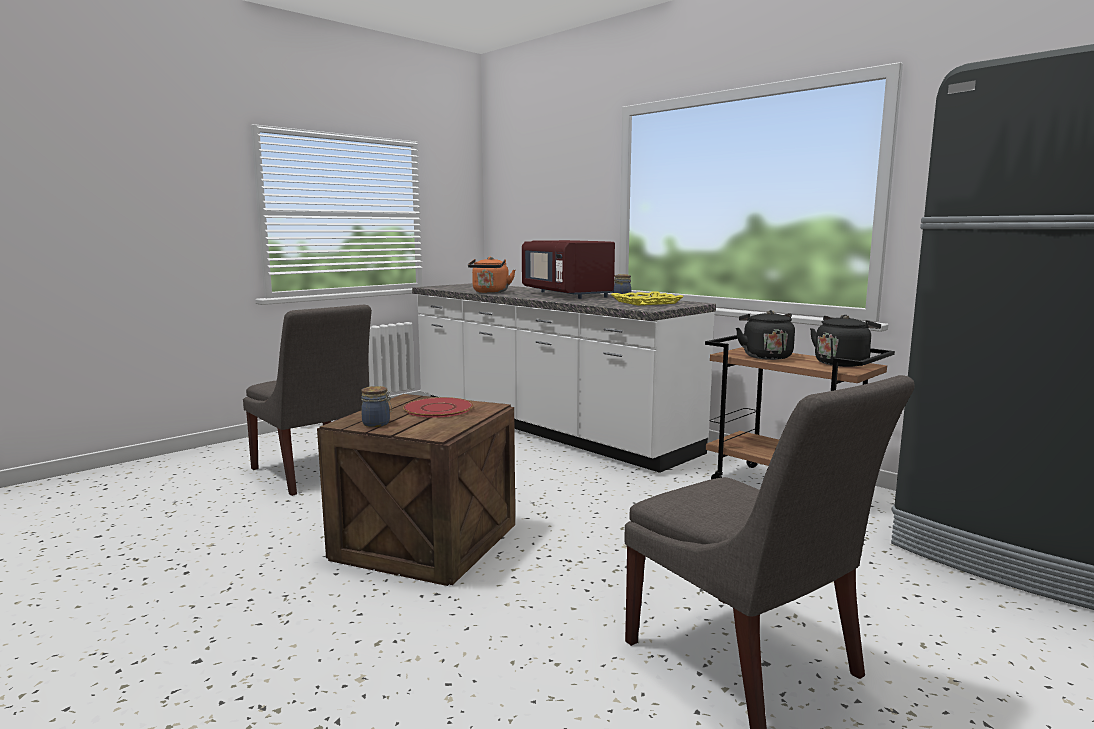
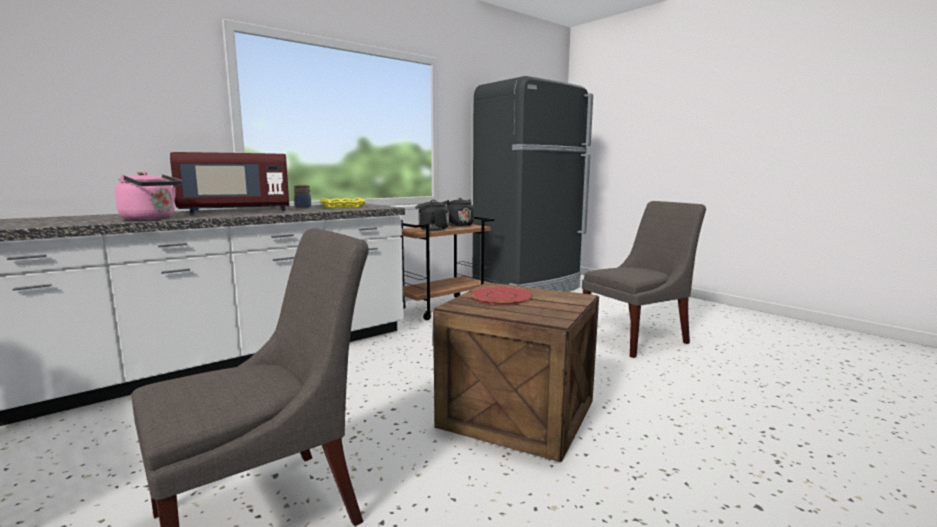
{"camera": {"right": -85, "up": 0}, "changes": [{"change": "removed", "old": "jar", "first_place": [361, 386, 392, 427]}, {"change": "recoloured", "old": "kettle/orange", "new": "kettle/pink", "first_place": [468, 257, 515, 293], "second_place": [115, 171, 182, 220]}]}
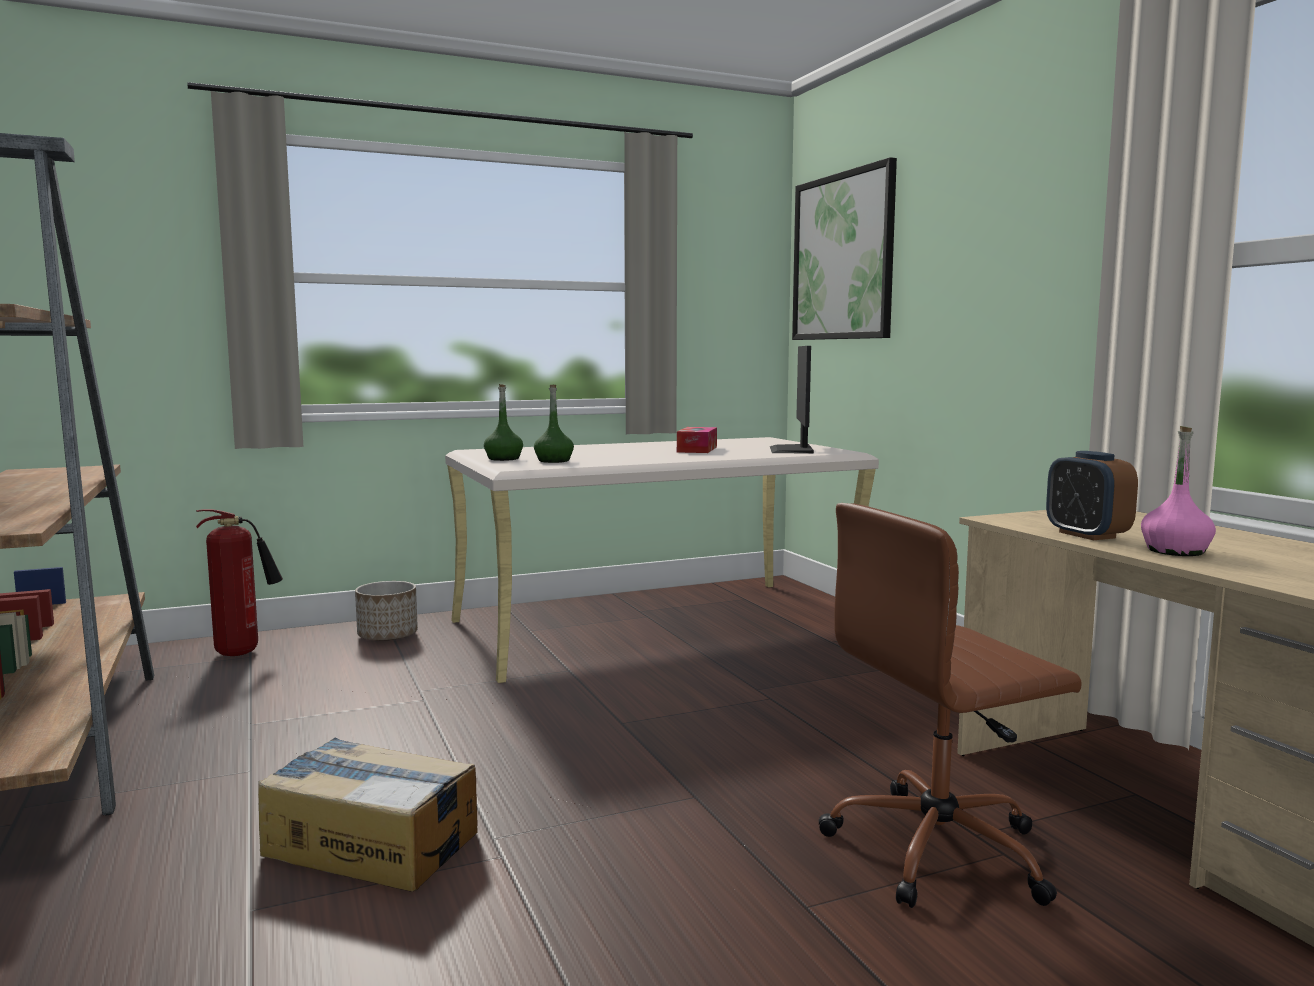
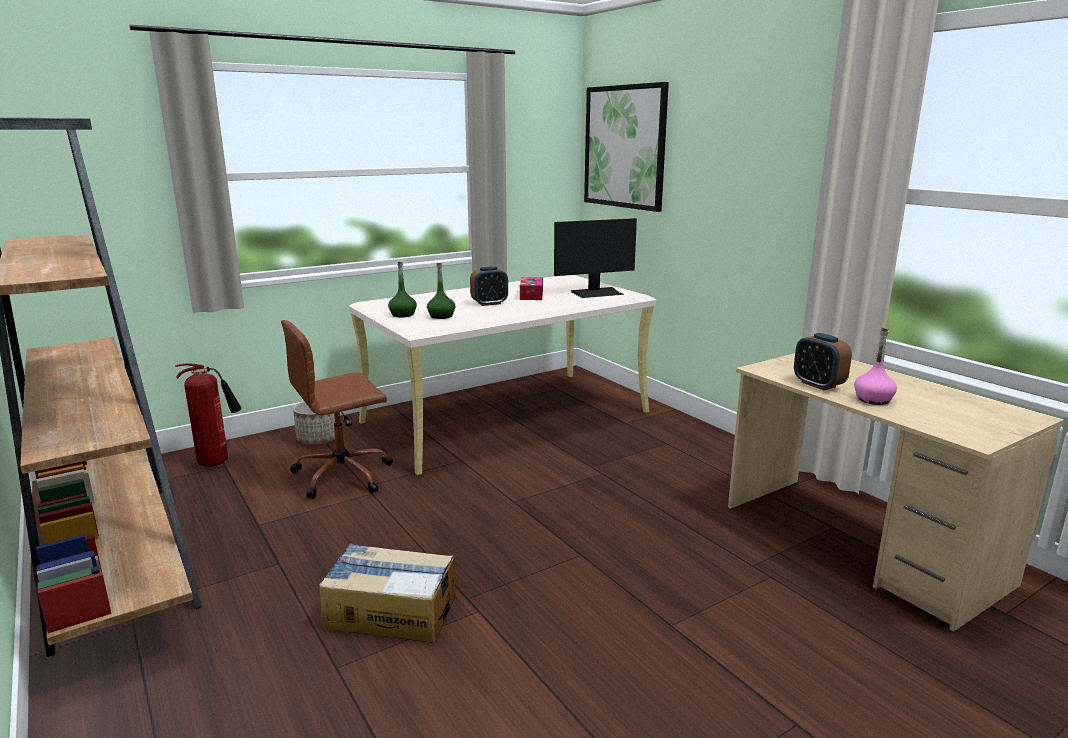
{"camera": {"right": -10, "up": 10}, "changes": [{"change": "turned", "old": "monitor", "first_place": [770, 346, 814, 454], "second_place": [554, 218, 637, 298], "degrees": -105}, {"change": "moved", "old": "office chair/brown", "first_place": [819, 503, 1082, 908], "second_place": [281, 320, 393, 499]}, {"change": "added", "new": "alarm clock", "second_place": [470, 266, 508, 306]}]}
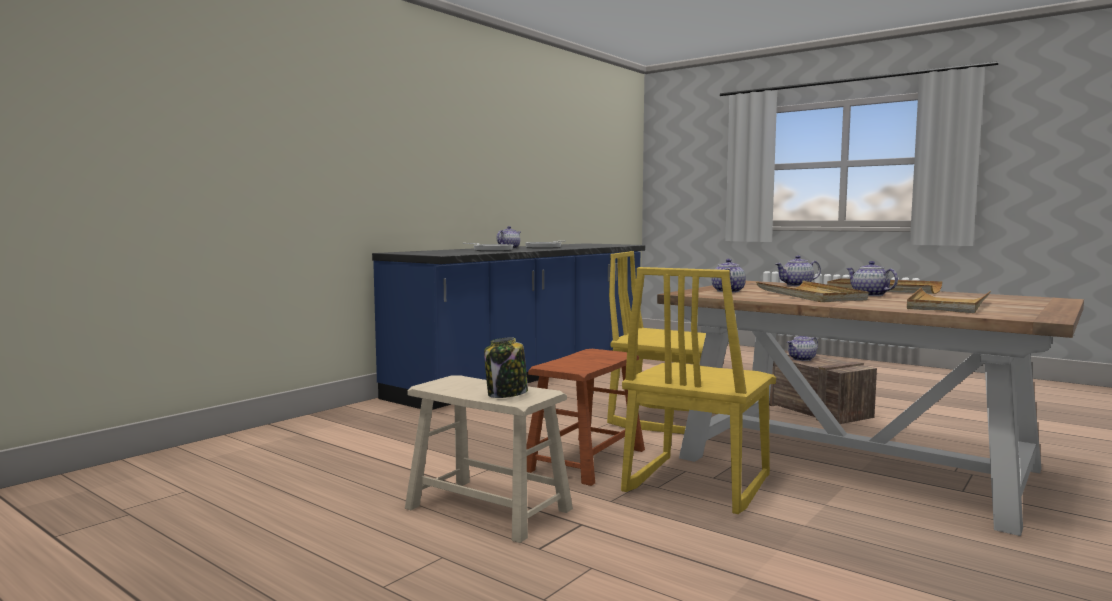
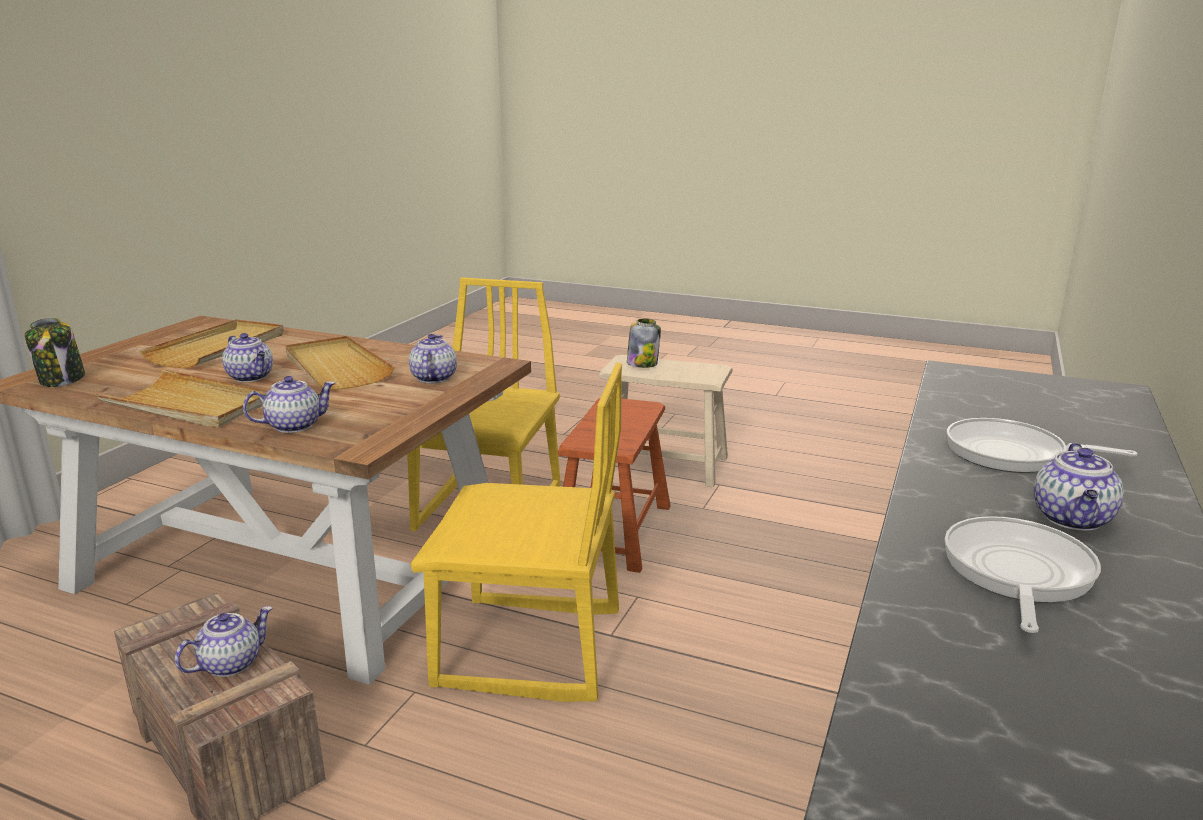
{"camera": {"right": 165, "up": 15}, "changes": [{"change": "added", "new": "jar", "second_place": [25, 318, 85, 387]}]}
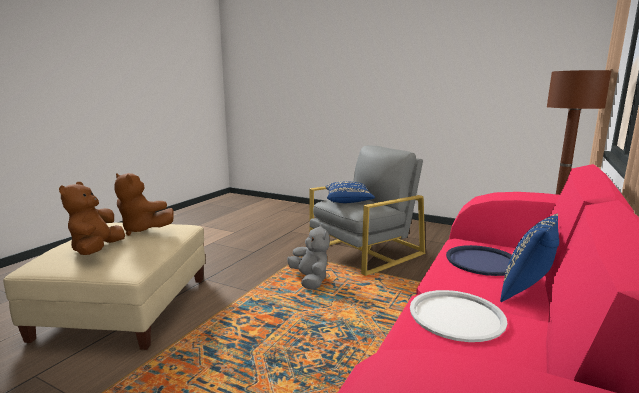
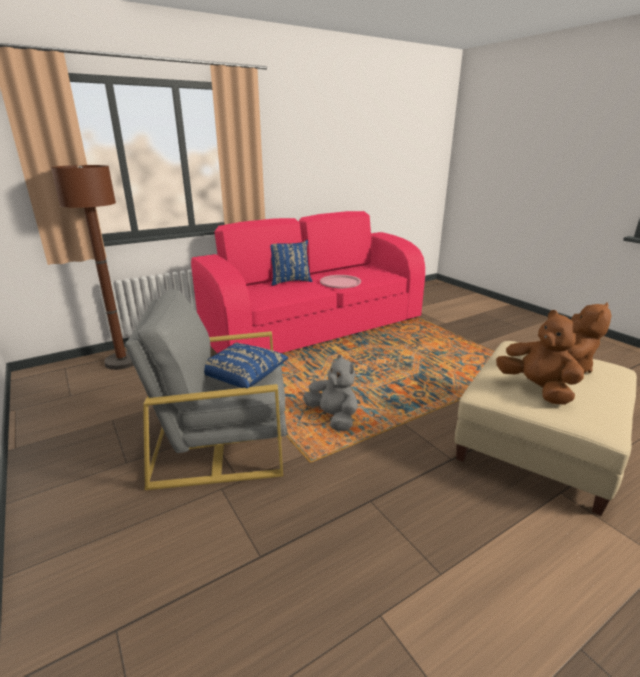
{"camera": {"right": -150, "up": 10}, "changes": [{"change": "turned", "old": "plush toy/grey", "first_place": [287, 224, 330, 290], "second_place": [303, 354, 358, 431], "degrees": 135}, {"change": "recoloured", "old": "tray/white", "new": "tray/pink", "first_place": [410, 290, 508, 342], "second_place": [320, 275, 361, 288]}, {"change": "removed", "old": "tray/blue", "first_place": [446, 245, 512, 276]}]}
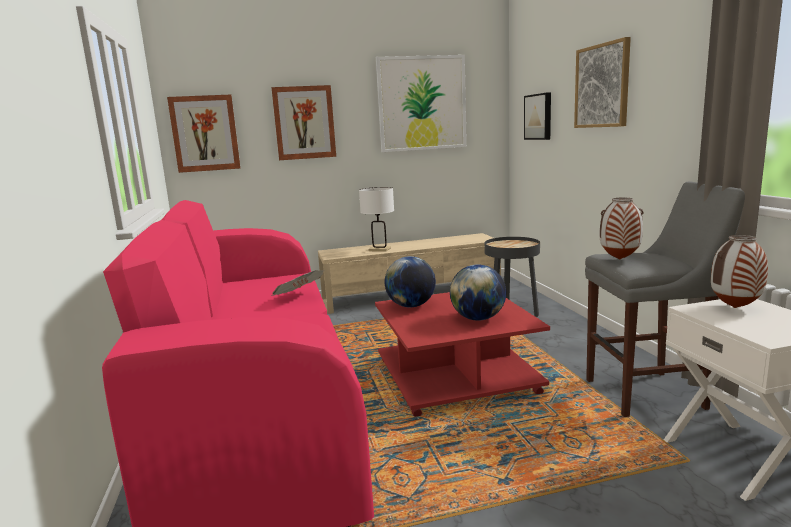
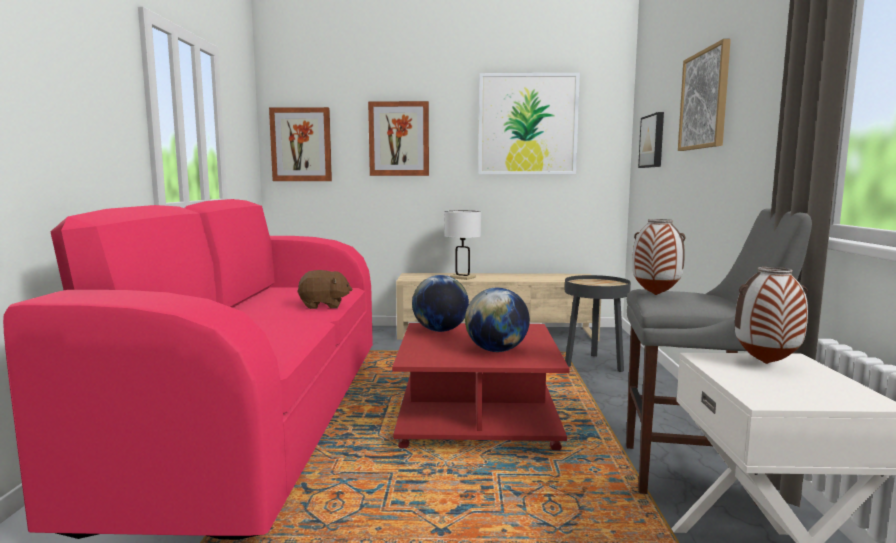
{"camera": {"right": 15, "up": -5}, "changes": [{"change": "replaced", "old": "newspaper", "new": "plush toy/brown", "first_place": [271, 270, 324, 296], "second_place": [297, 270, 353, 309]}]}
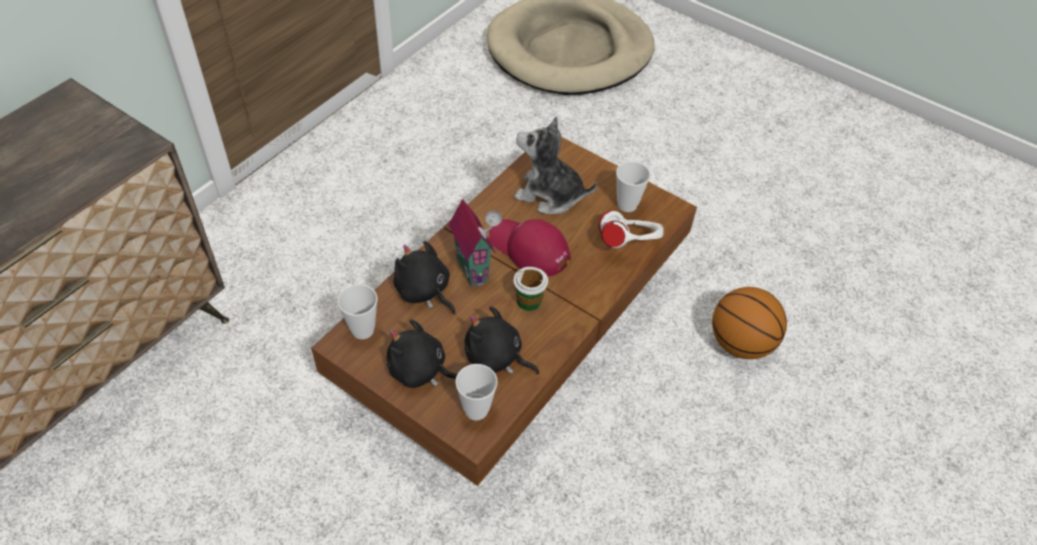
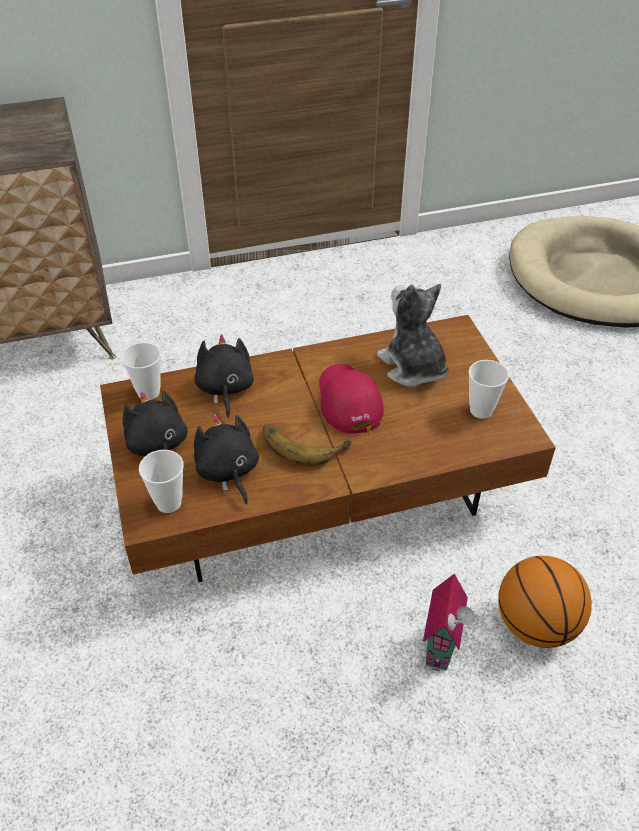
{"camera": {"right": 40, "up": -5}, "changes": [{"change": "moved", "old": "toy house", "first_place": [448, 199, 502, 287], "second_place": [423, 574, 475, 671]}, {"change": "replaced", "old": "cup", "new": "banana", "first_place": [513, 267, 548, 311], "second_place": [263, 424, 351, 466]}, {"change": "removed", "old": "headphones/white", "first_place": [598, 210, 664, 248]}]}
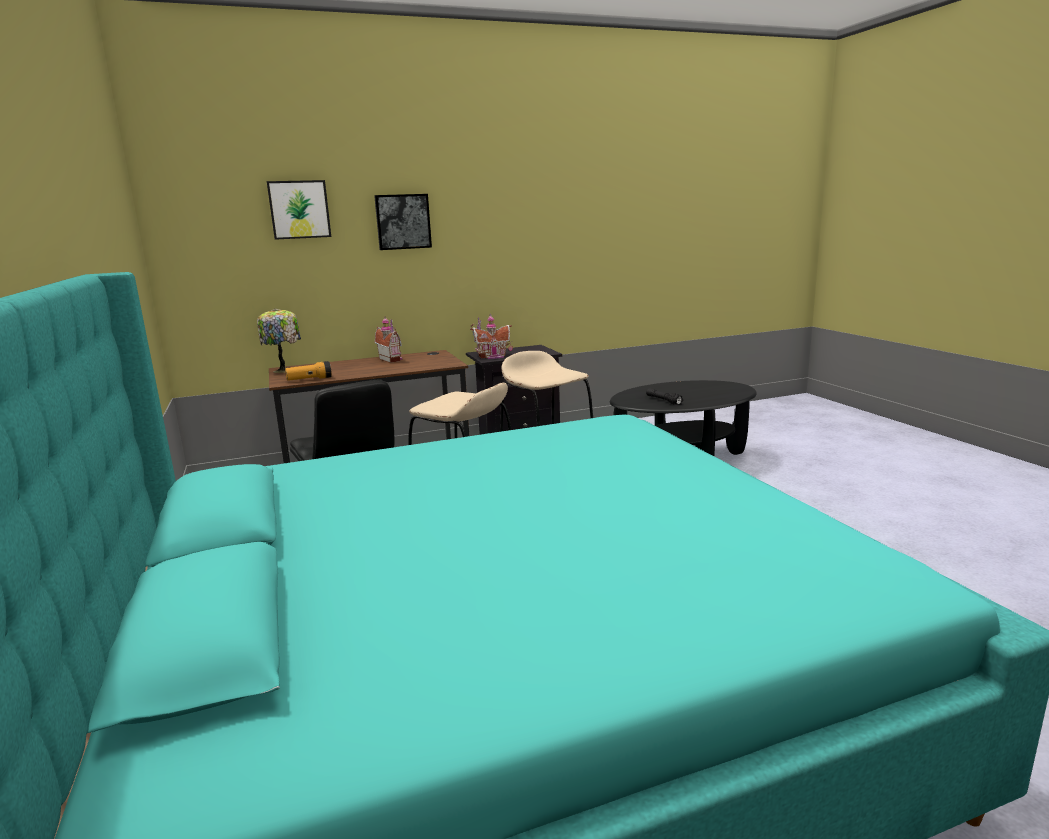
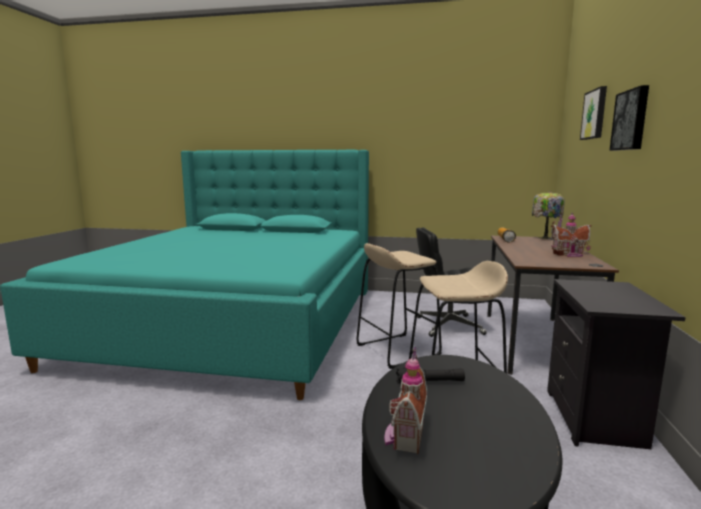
{"camera": {"right": 120, "up": -5}, "changes": [{"change": "moved", "old": "toy house", "first_place": [470, 314, 513, 359], "second_place": [384, 347, 427, 454]}]}
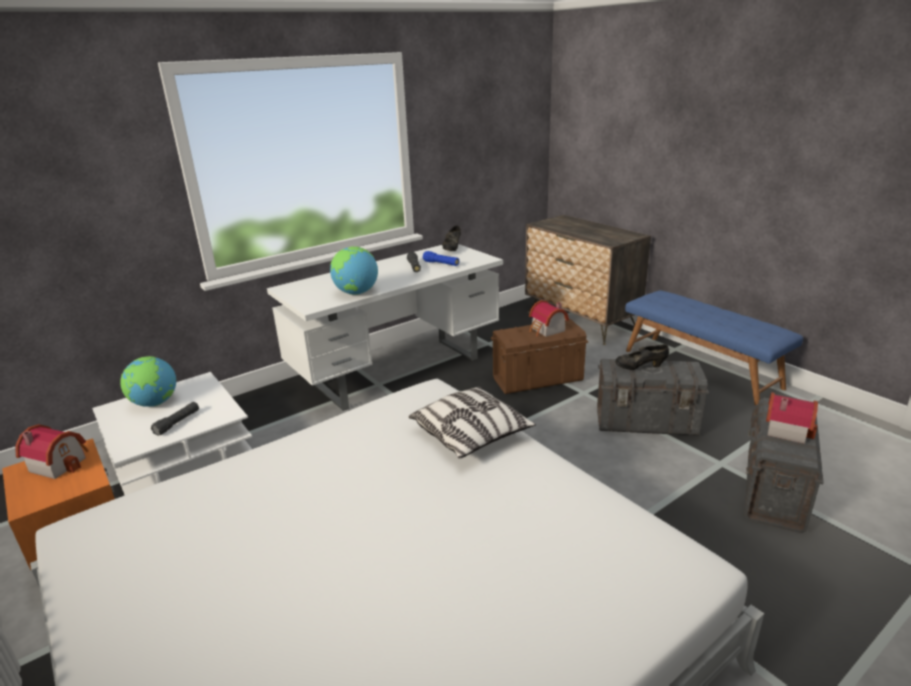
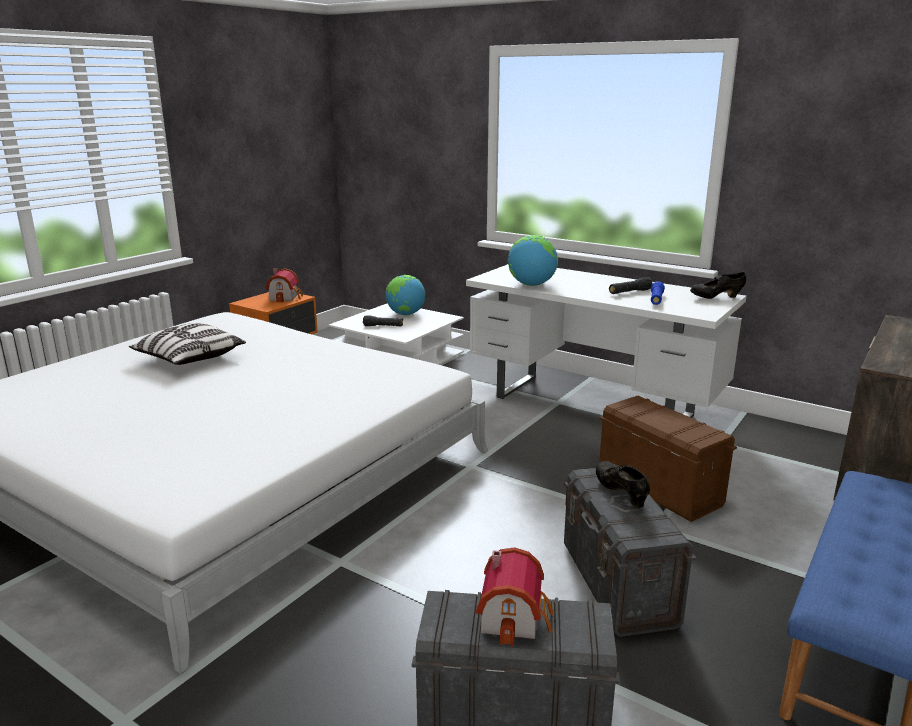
{"camera": {"right": 70, "up": -5}, "changes": [{"change": "moved", "old": "pillow", "first_place": [409, 387, 536, 459], "second_place": [129, 323, 246, 365]}, {"change": "removed", "old": "toy house", "first_place": [529, 300, 569, 337]}]}
